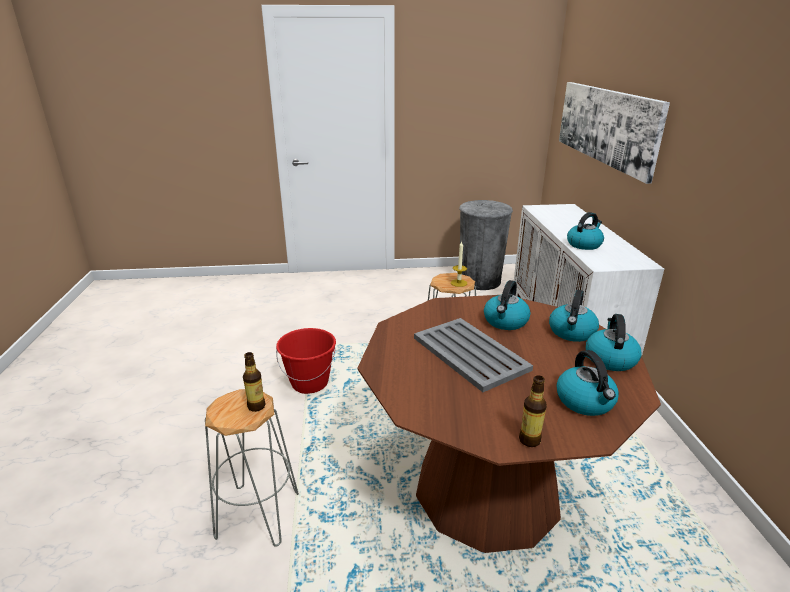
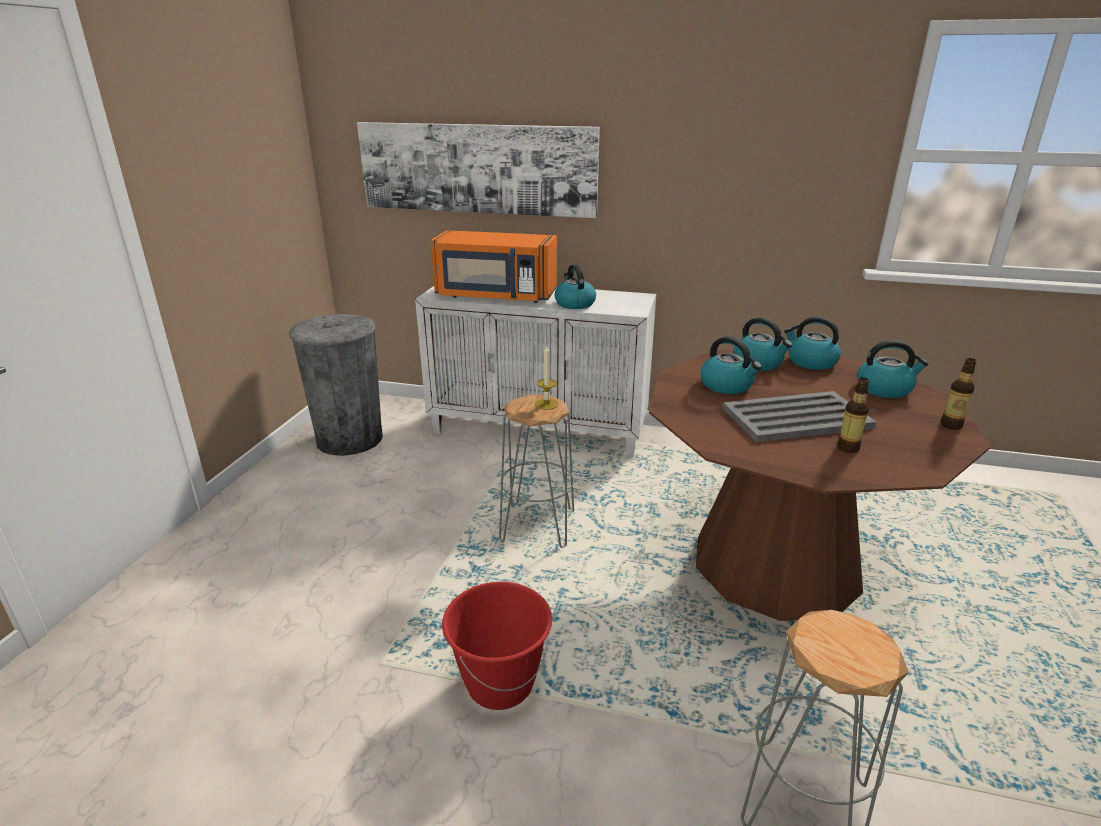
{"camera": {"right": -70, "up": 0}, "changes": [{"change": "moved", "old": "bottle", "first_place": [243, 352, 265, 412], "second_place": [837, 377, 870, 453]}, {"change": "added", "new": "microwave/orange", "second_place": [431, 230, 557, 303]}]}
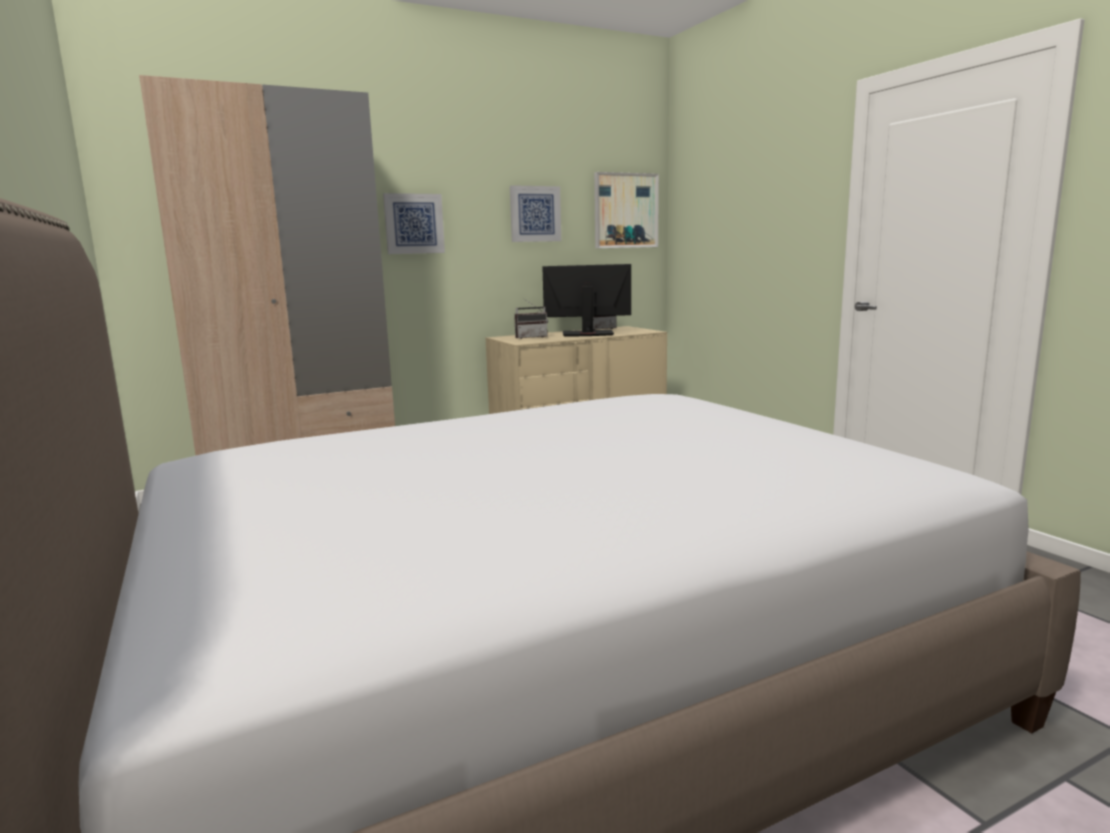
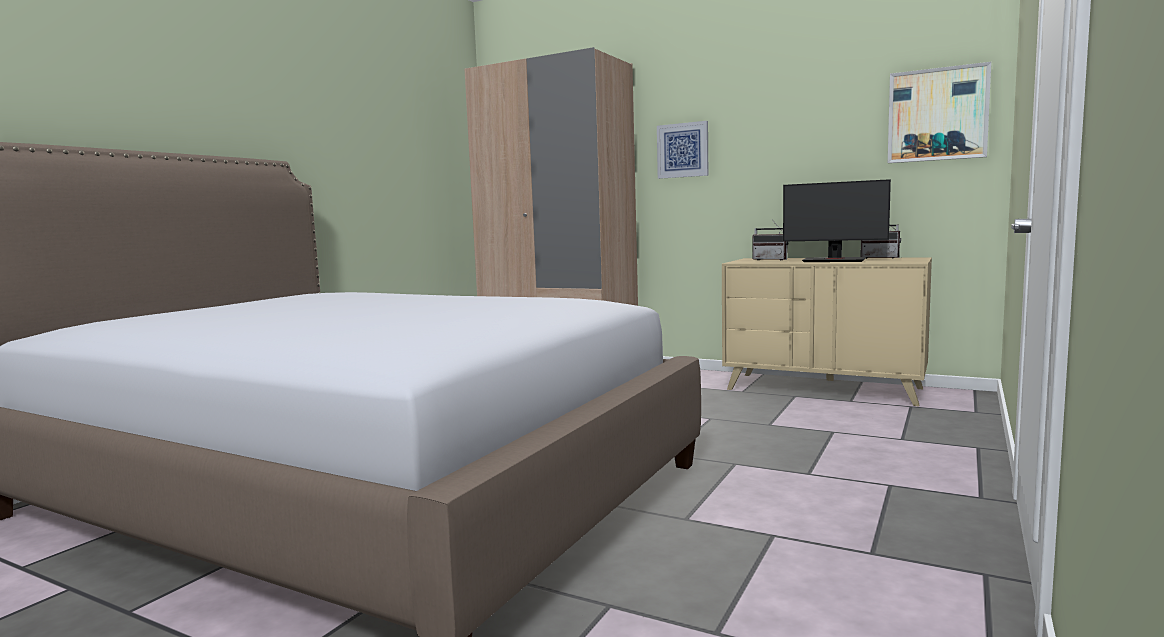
{"camera": {"right": 55, "up": -5}, "changes": [{"change": "removed", "old": "picture", "first_place": [510, 185, 561, 242]}, {"change": "turned", "old": "monitor", "first_place": [542, 264, 631, 337], "second_place": [783, 179, 891, 262], "degrees": 150}]}
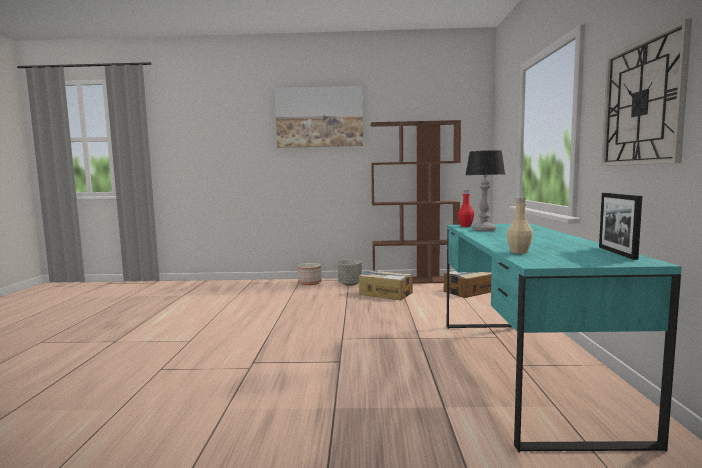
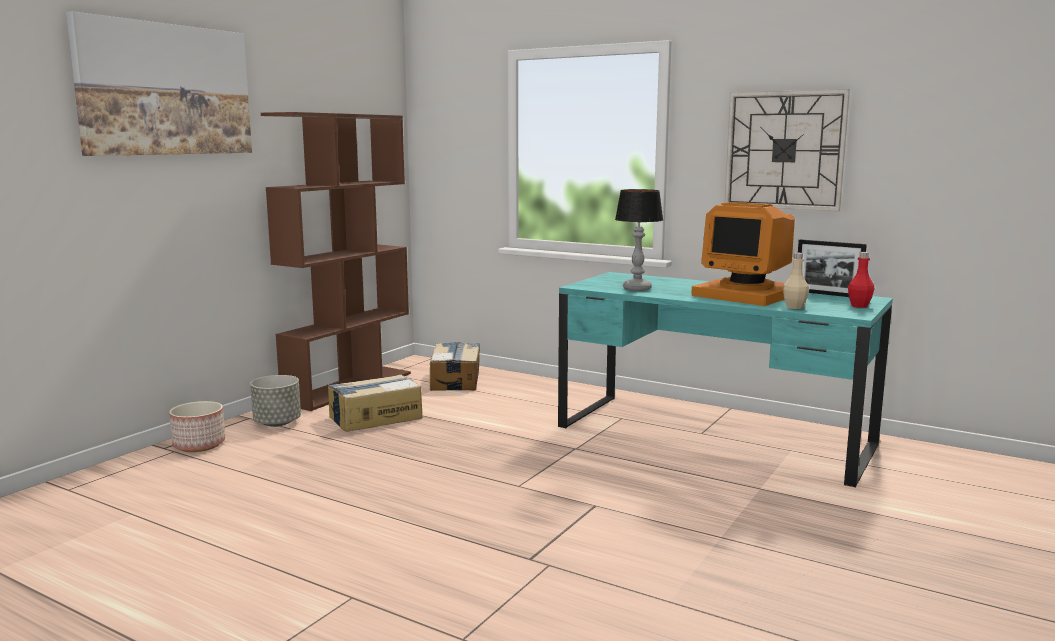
{"camera": {"right": -60, "up": 5}, "changes": [{"change": "moved", "old": "bottle/red", "first_place": [458, 190, 474, 227], "second_place": [848, 252, 874, 308]}, {"change": "added", "new": "monitor", "second_place": [691, 202, 795, 306]}]}
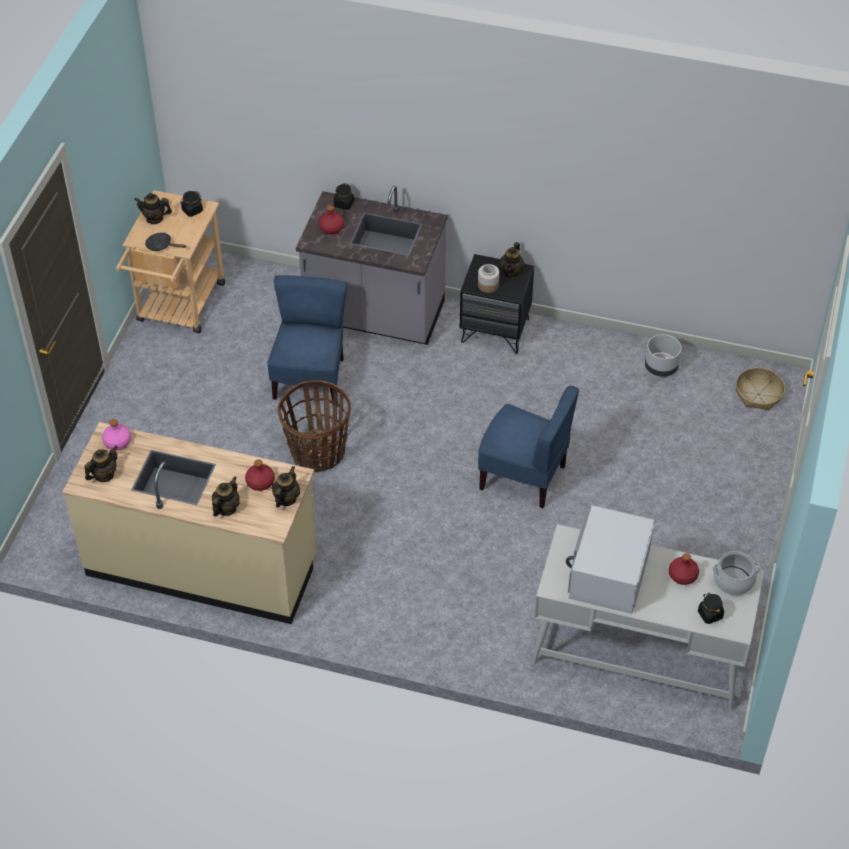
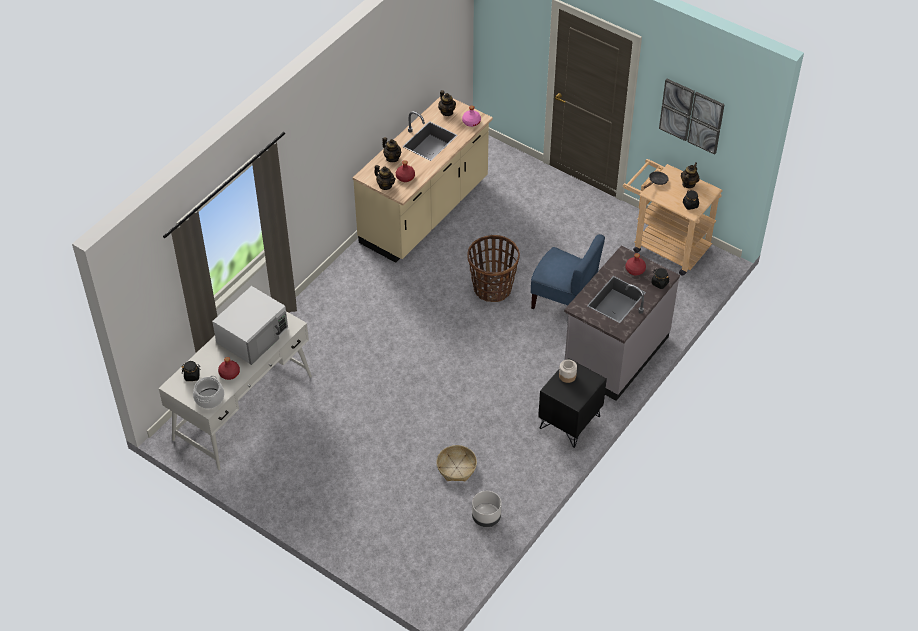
{"camera": {"right": 110, "up": 0}, "changes": [{"change": "removed", "old": "chair/blue", "first_place": [478, 386, 579, 508]}, {"change": "removed", "old": "teapot", "first_place": [500, 242, 524, 278]}, {"change": "turned", "old": "microwave/white", "first_place": [566, 504, 654, 614], "second_place": [212, 286, 288, 365], "degrees": 90}, {"change": "moved", "old": "basket", "first_place": [736, 367, 785, 410], "second_place": [436, 445, 477, 481]}, {"change": "added", "new": "picture", "second_place": [659, 79, 725, 155]}]}
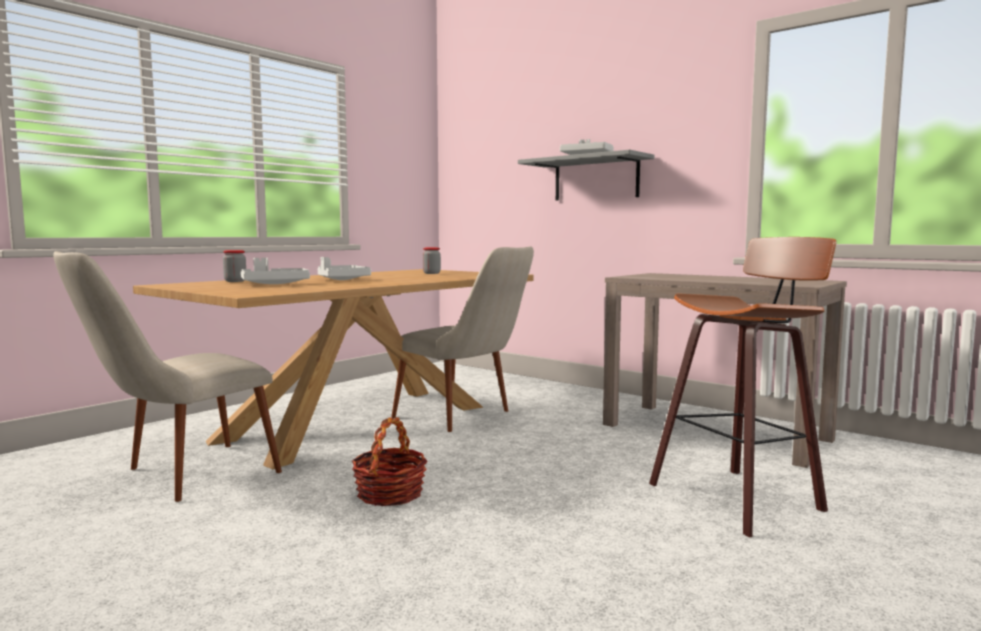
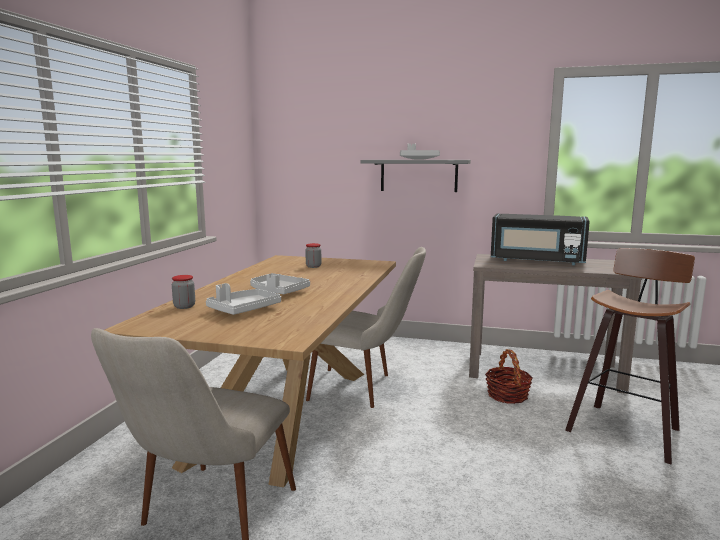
{"camera": {"right": -25, "up": 5}, "changes": [{"change": "moved", "old": "basket", "first_place": [352, 417, 427, 506], "second_place": [485, 349, 533, 404]}, {"change": "added", "new": "microwave/black", "second_place": [491, 214, 590, 265]}]}
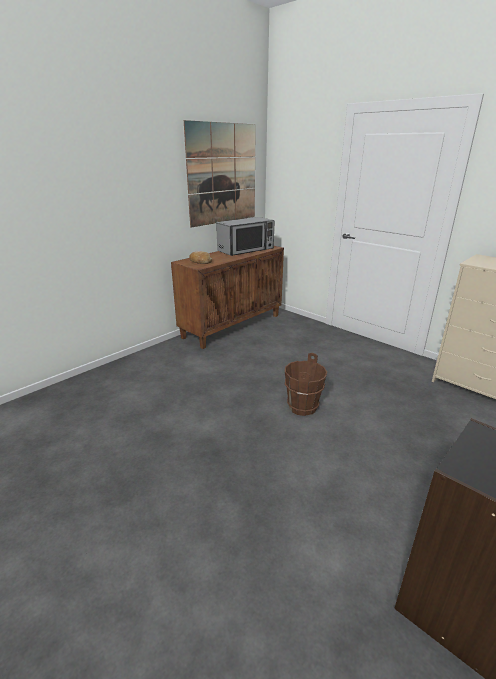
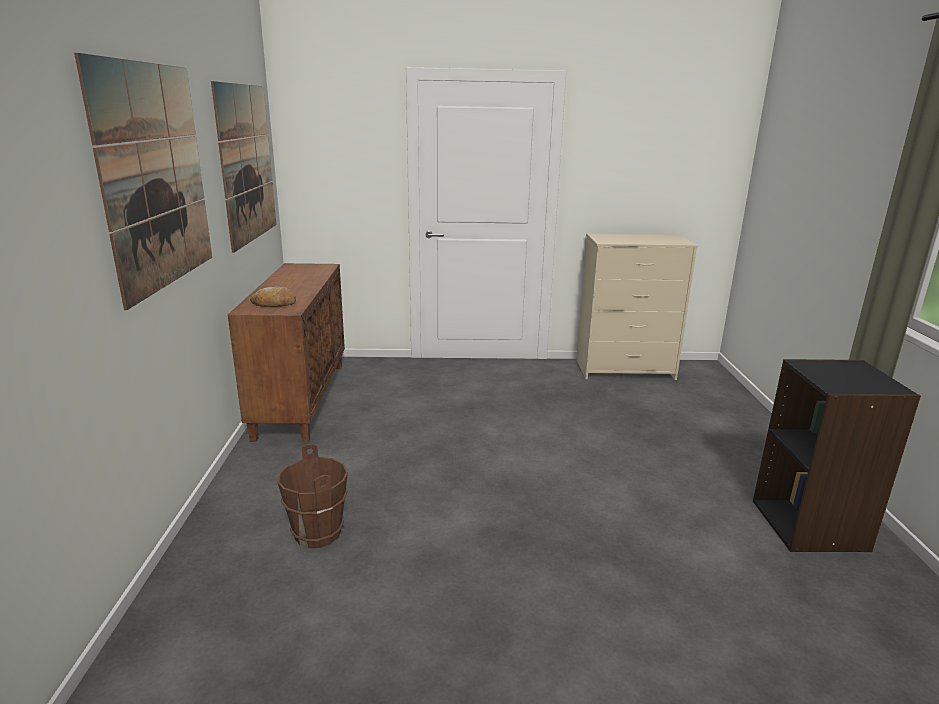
{"camera": {"right": -45, "up": -5}, "changes": [{"change": "removed", "old": "microwave", "first_place": [216, 217, 275, 256]}, {"change": "moved", "old": "bucket/brown", "first_place": [285, 353, 327, 416], "second_place": [277, 444, 348, 548]}, {"change": "added", "new": "picture", "second_place": [74, 53, 212, 310]}]}
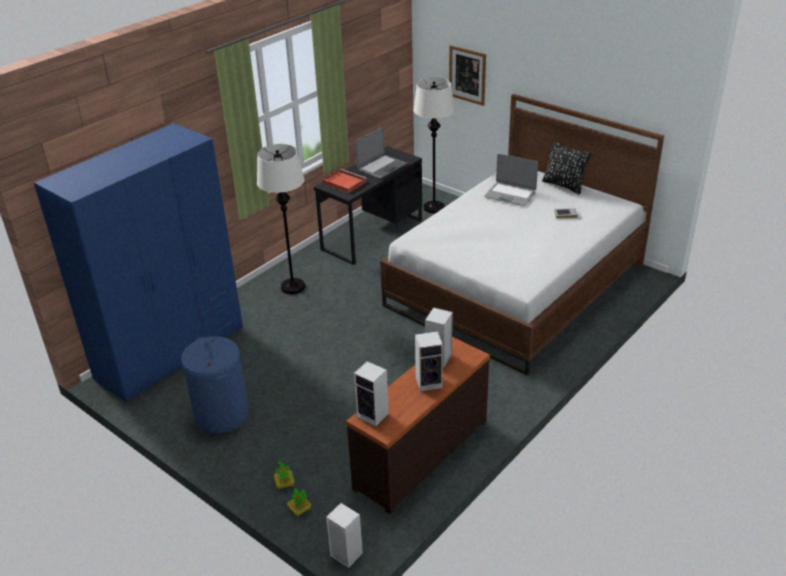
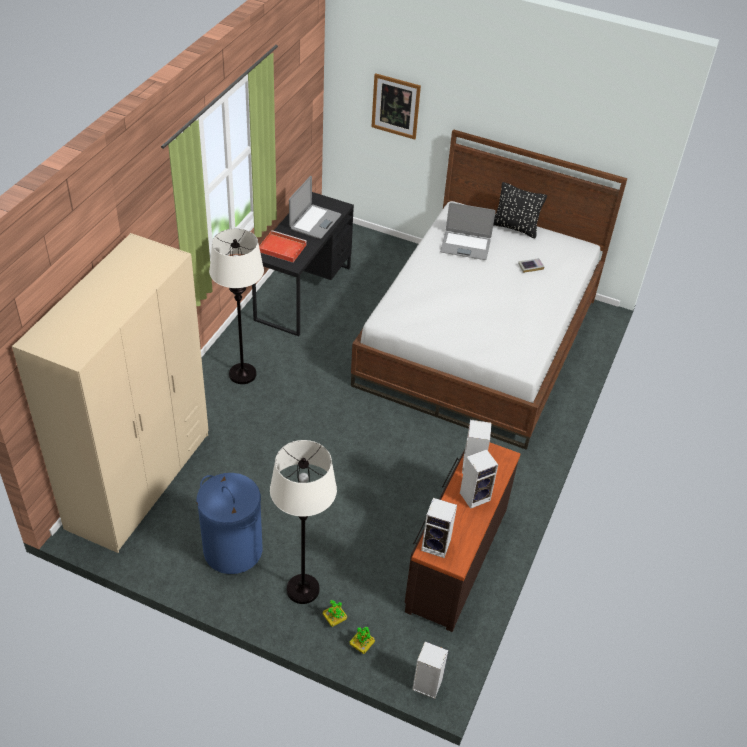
{"camera": {"right": -20, "up": 10}, "changes": [{"change": "recoloured", "old": "wardrobe/blue", "new": "wardrobe/beige", "first_place": [34, 123, 243, 403], "second_place": [12, 233, 209, 553]}, {"change": "moved", "old": "floor lamp/white", "first_place": [413, 78, 455, 213], "second_place": [270, 440, 337, 604]}]}
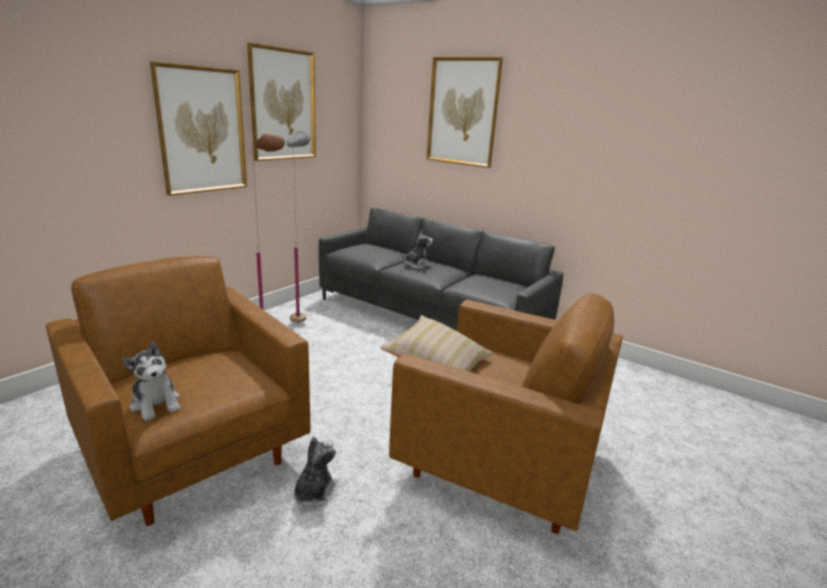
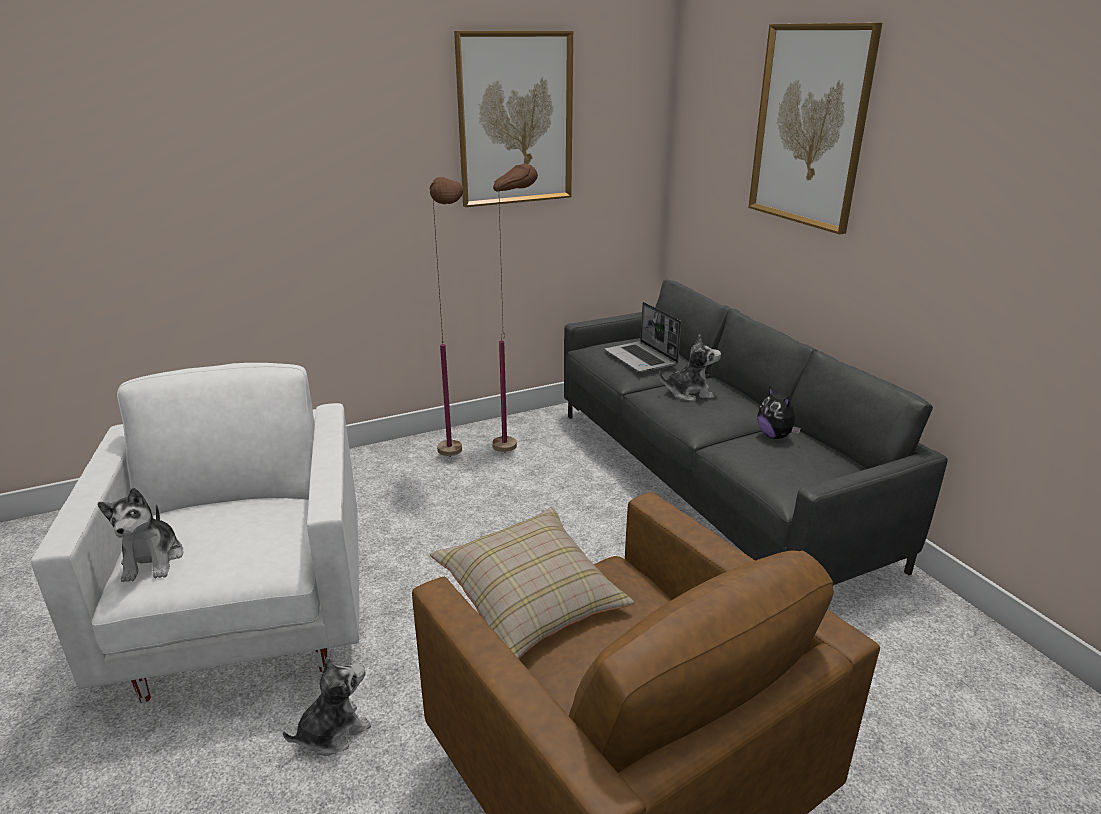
{"camera": {"right": 30, "up": 5}, "changes": [{"change": "recoloured", "old": "armchair/brown", "new": "armchair/white", "first_place": [46, 256, 310, 526], "second_place": [31, 363, 359, 703]}, {"change": "removed", "old": "picture", "first_place": [150, 61, 247, 196]}, {"change": "recoloured", "old": "floor lamp/grey", "new": "floor lamp/brown", "first_place": [286, 131, 310, 324], "second_place": [492, 164, 538, 453]}, {"change": "added", "new": "laptop", "second_place": [605, 302, 681, 372]}, {"change": "added", "new": "plush toy", "second_place": [757, 386, 801, 439]}]}
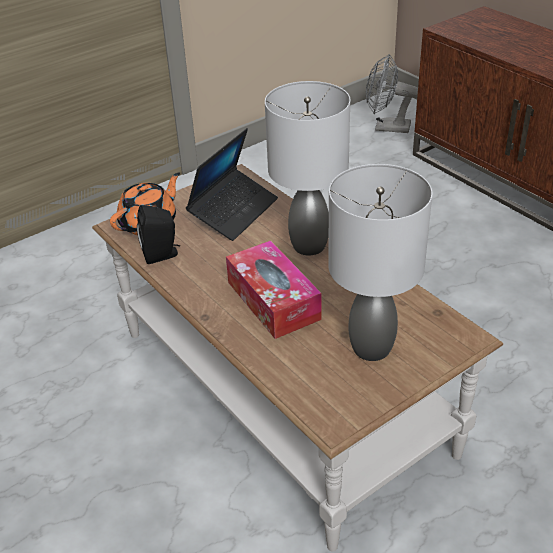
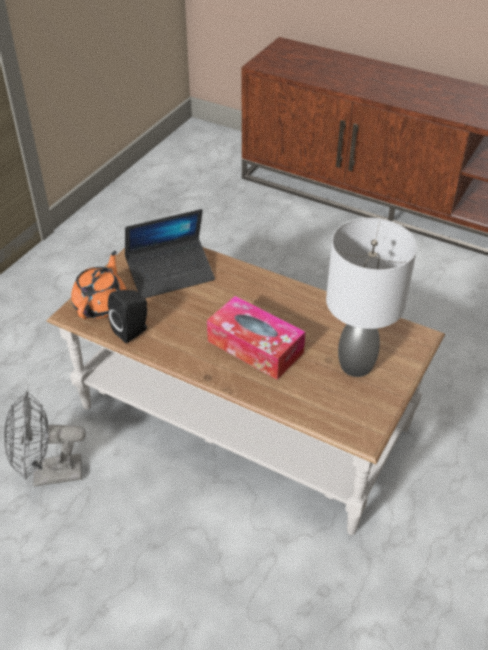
{"camera": {"right": -25, "up": 5}, "changes": [{"change": "turned", "old": "laptop", "first_place": [186, 128, 278, 241], "second_place": [125, 209, 215, 298], "degrees": 60}, {"change": "removed", "old": "table lamp/grey", "first_place": [265, 81, 350, 255]}, {"change": "moved", "old": "fan/grey", "first_place": [366, 54, 418, 133], "second_place": [4, 391, 86, 487]}]}
